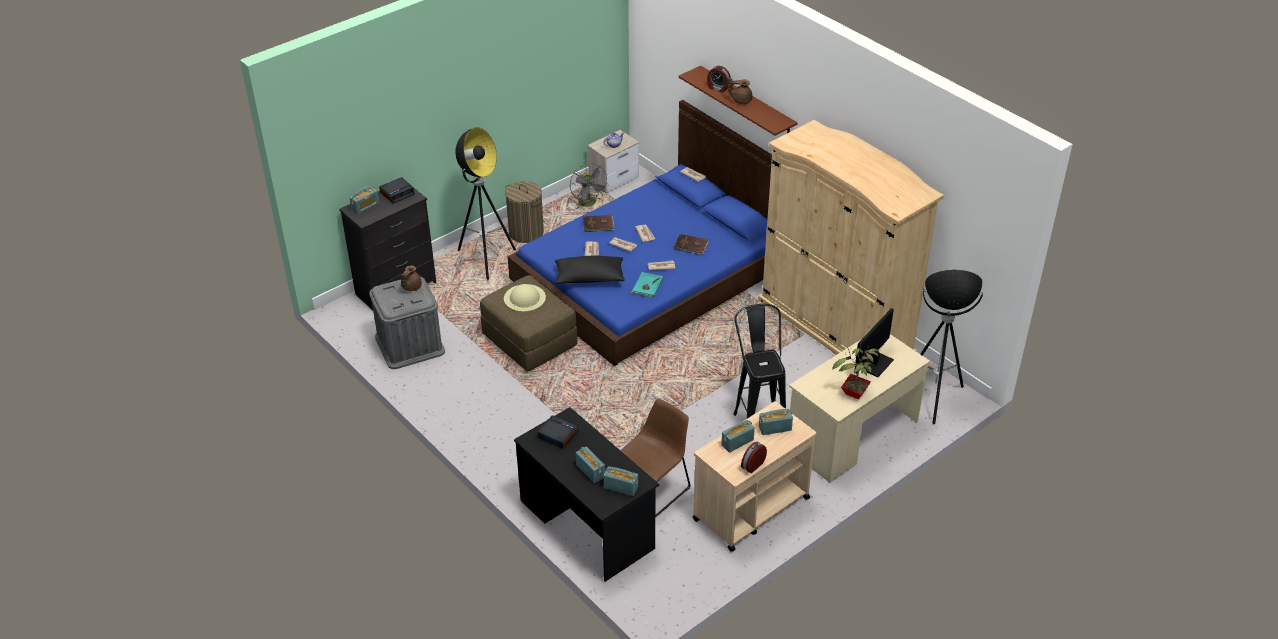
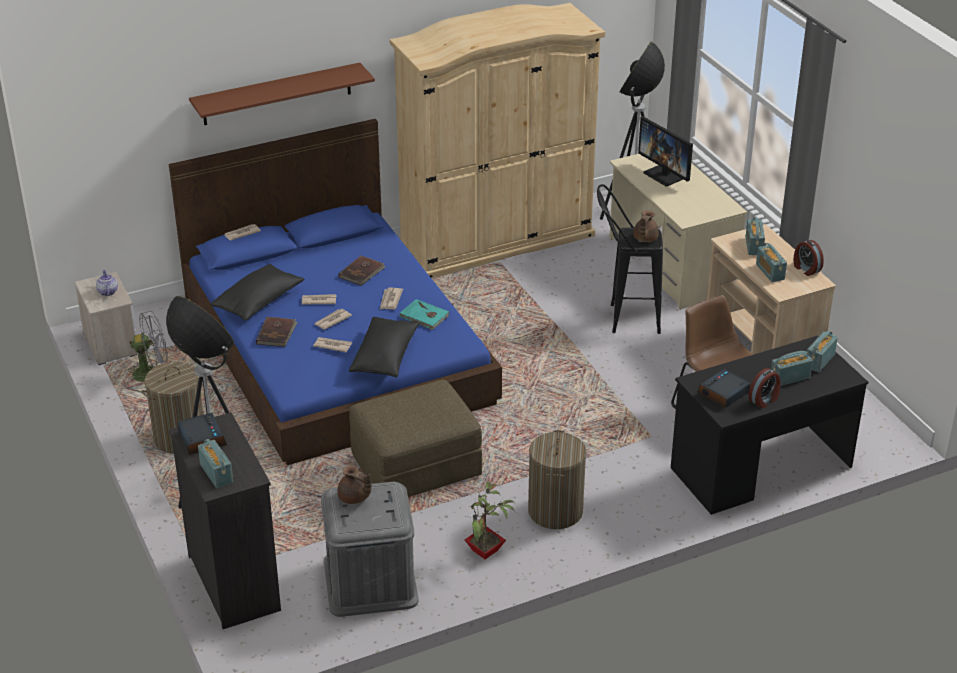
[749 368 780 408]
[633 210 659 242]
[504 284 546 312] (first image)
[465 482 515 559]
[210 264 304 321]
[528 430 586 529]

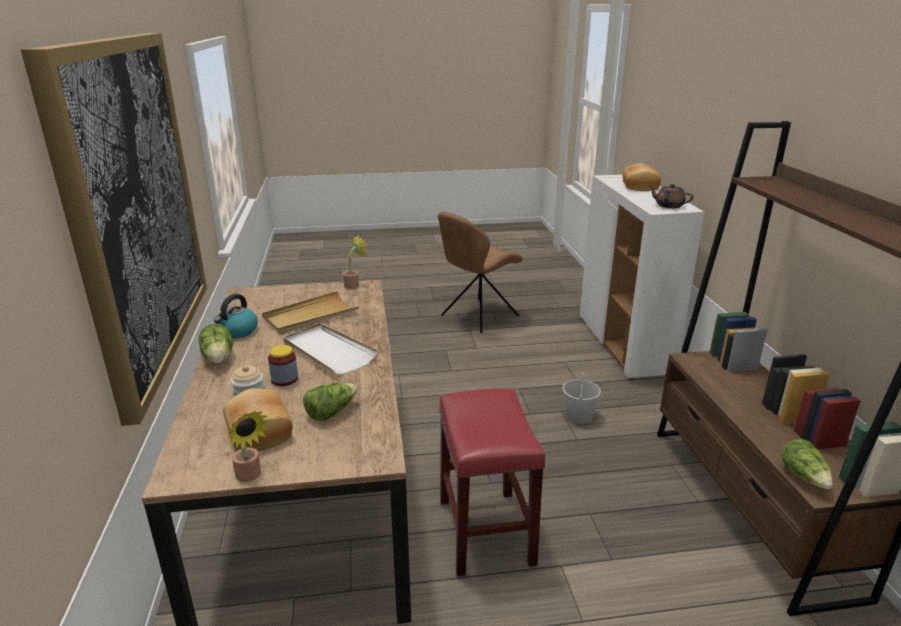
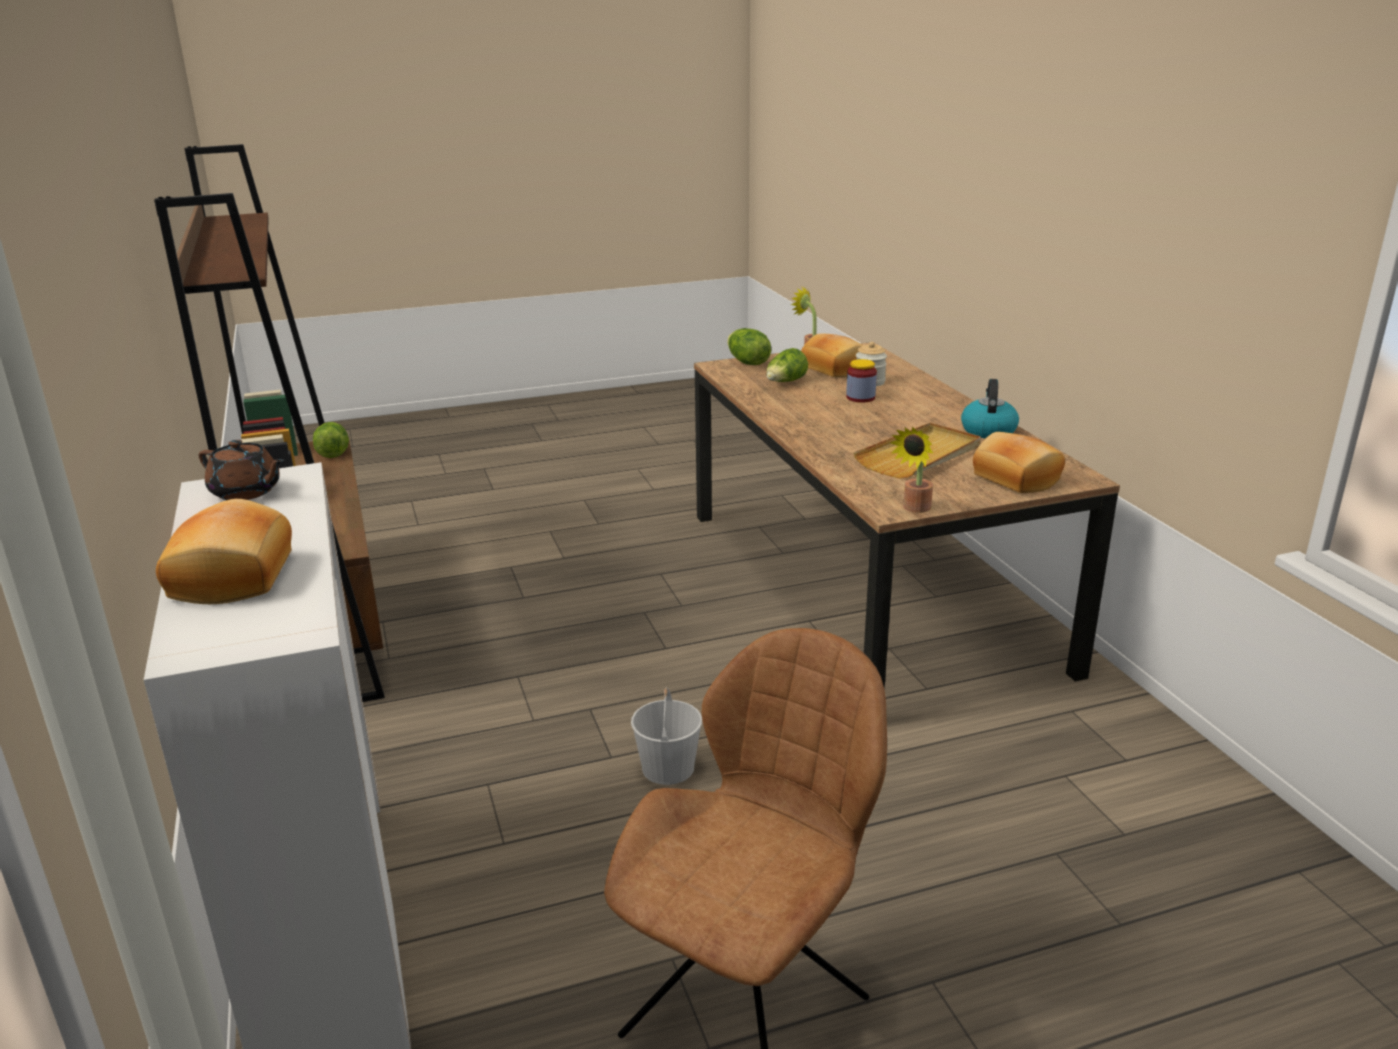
[21 33 207 426] (first image)
[283 323 379 374] (first image)
[727 328 771 365]
[631 687 702 785]
[439 388 545 577] (first image)
[973 432 1065 493]

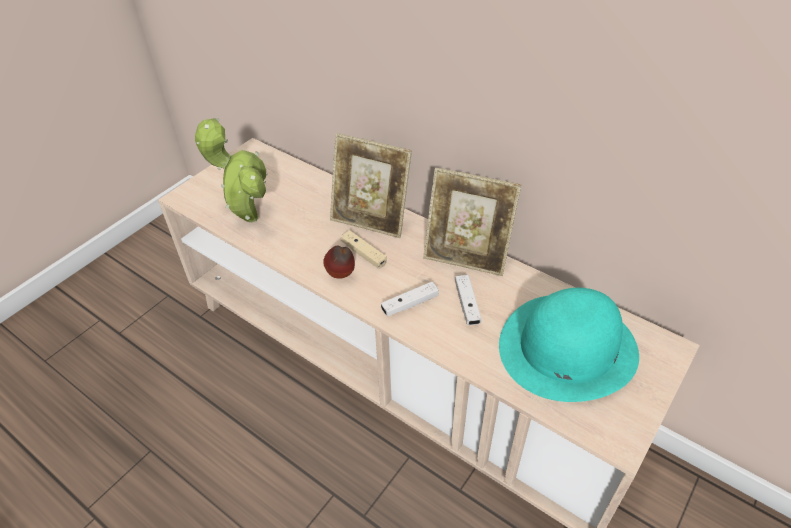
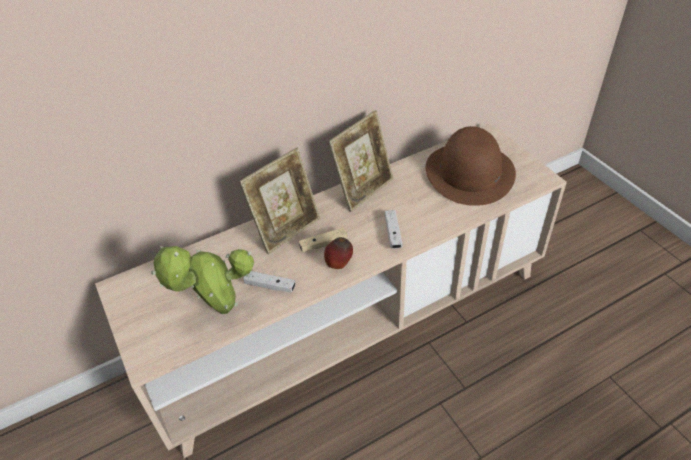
[243 271 296 293]
[426 126 516 206]

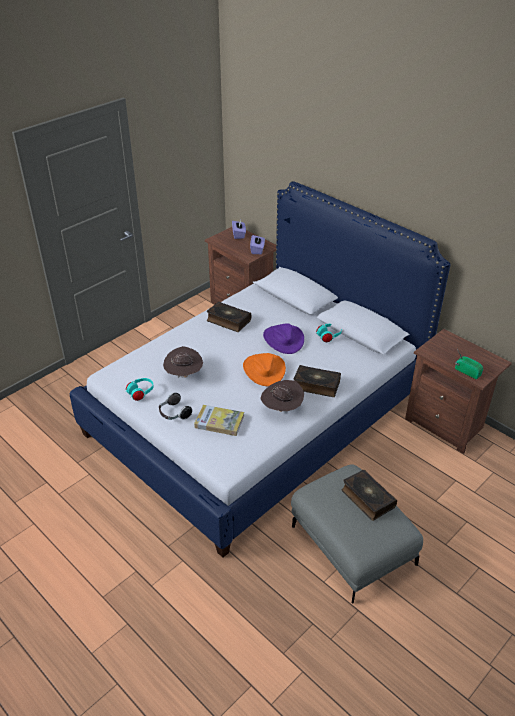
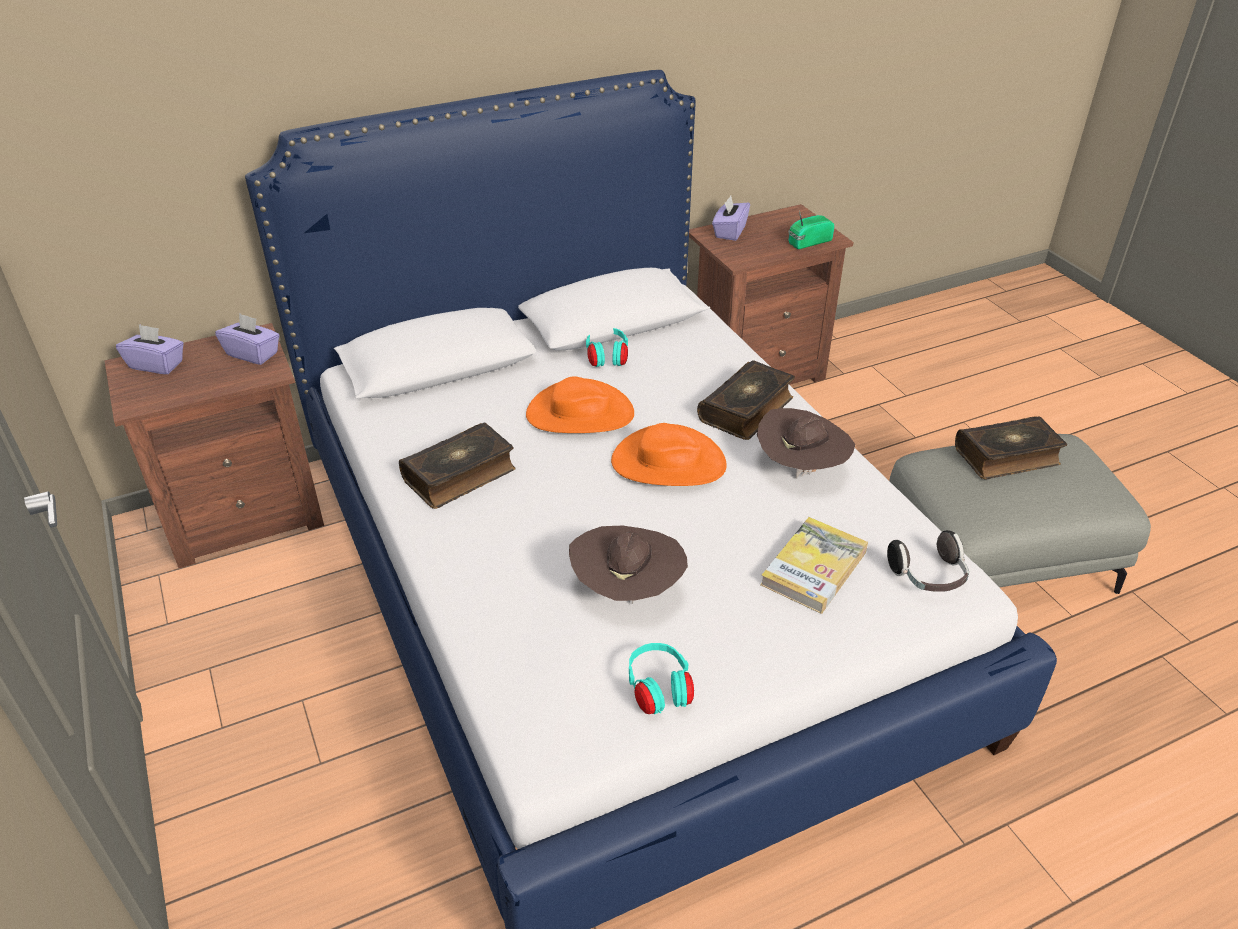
[526 376 634 433]
[887 530 969 592]
[712 196 750 241]

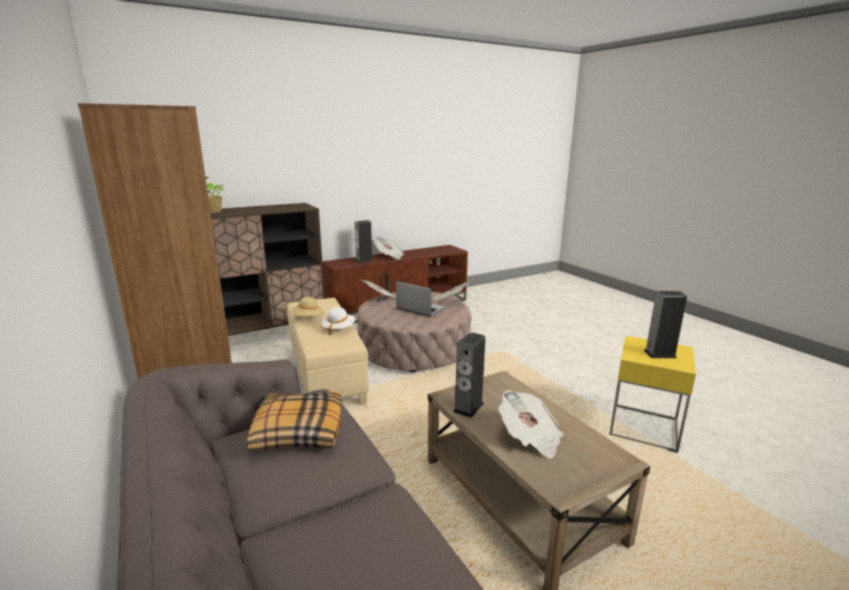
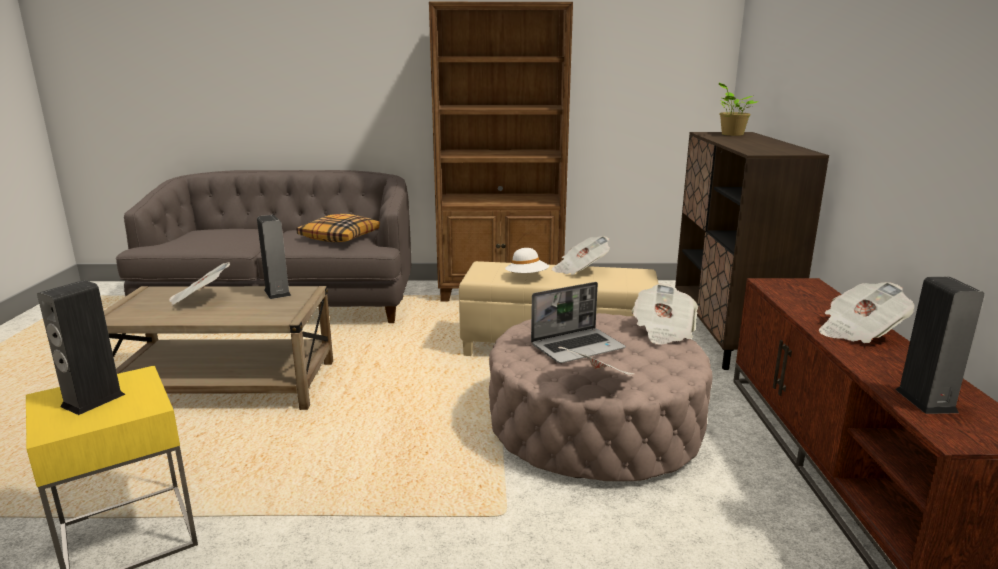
[895 276 984 414]
[552 236 610 275]

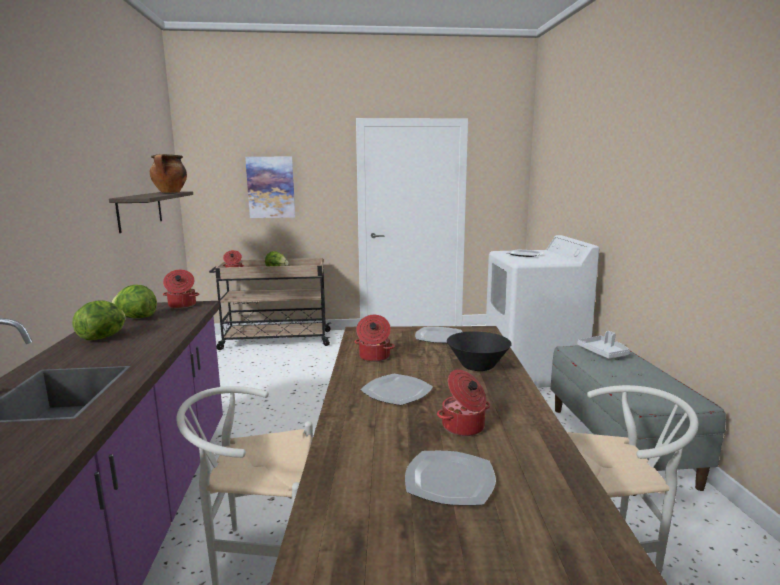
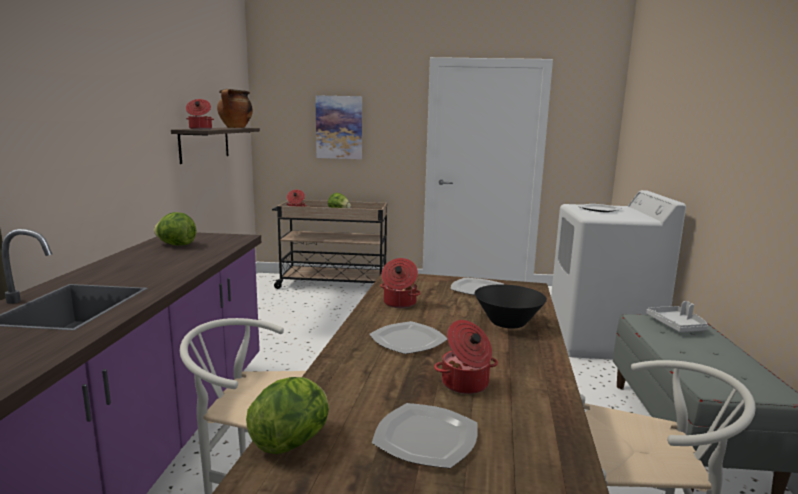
[186 99 214 129]
[246 377 329 454]

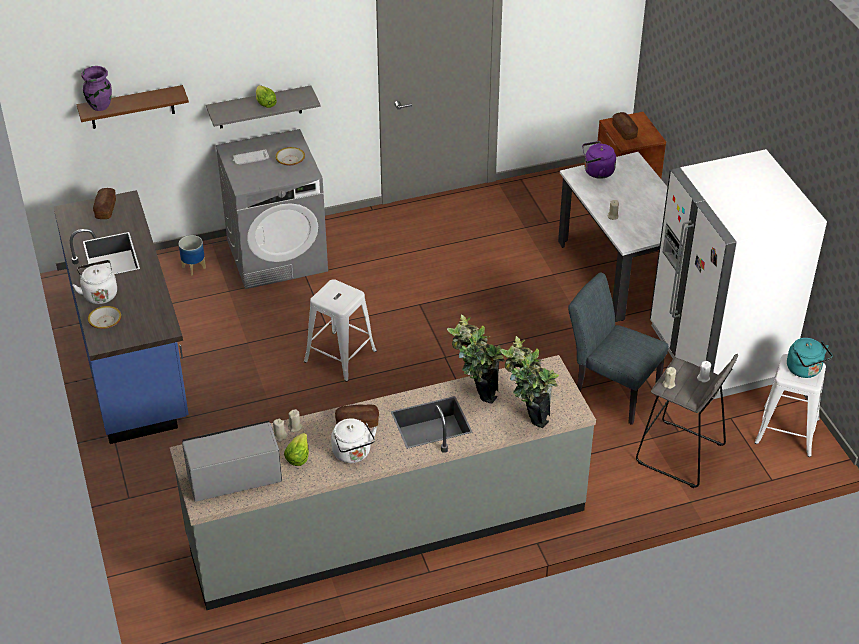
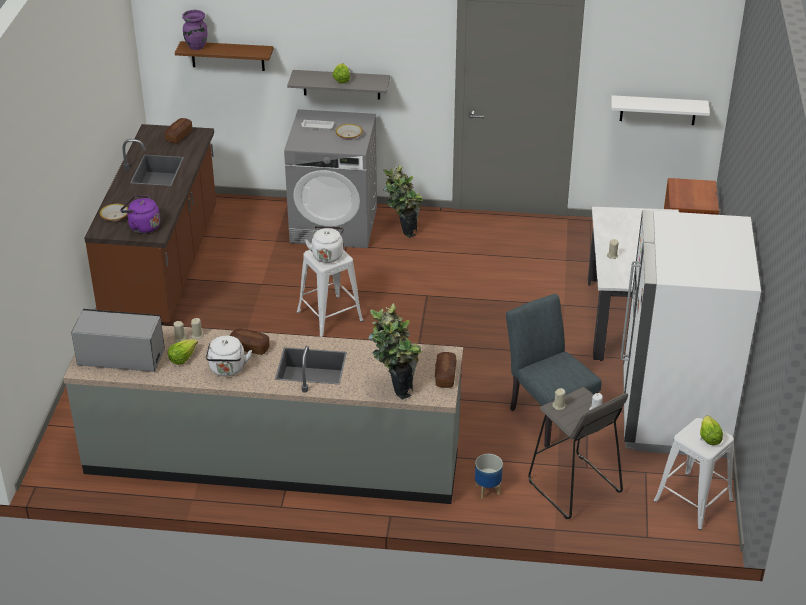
[435 352 456 388]
[120 195 160 233]
[84 124 216 325]
[475 454 503 499]
[305 226 344 263]
[383 165 423 238]
[700 415 723 445]
[611 95 710 125]

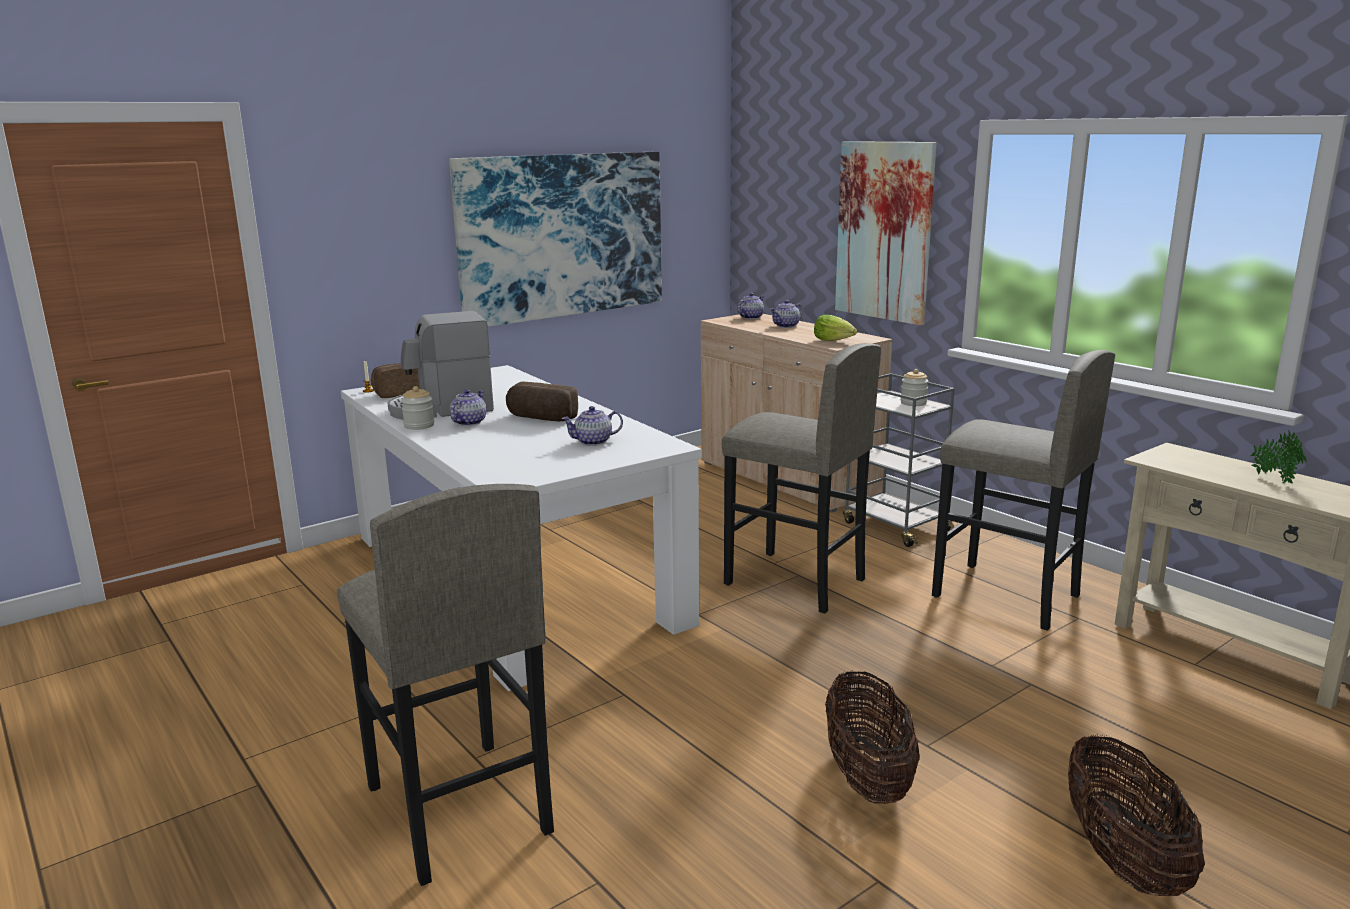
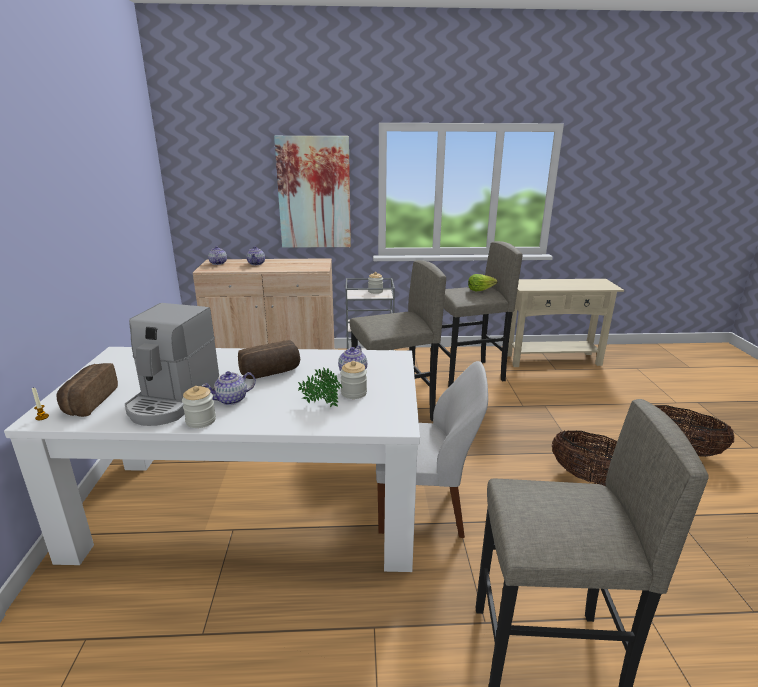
[449 152 662 327] (first image)
[468 274 497 291]
[202 371 256 405]
[298 367 342 407]
[340 361 367 399]
[376 361 488 538]

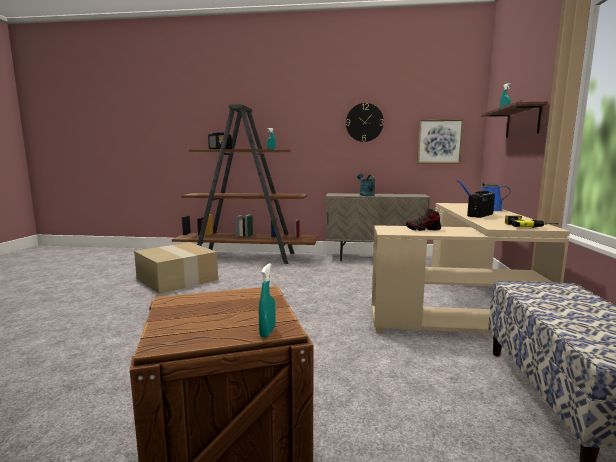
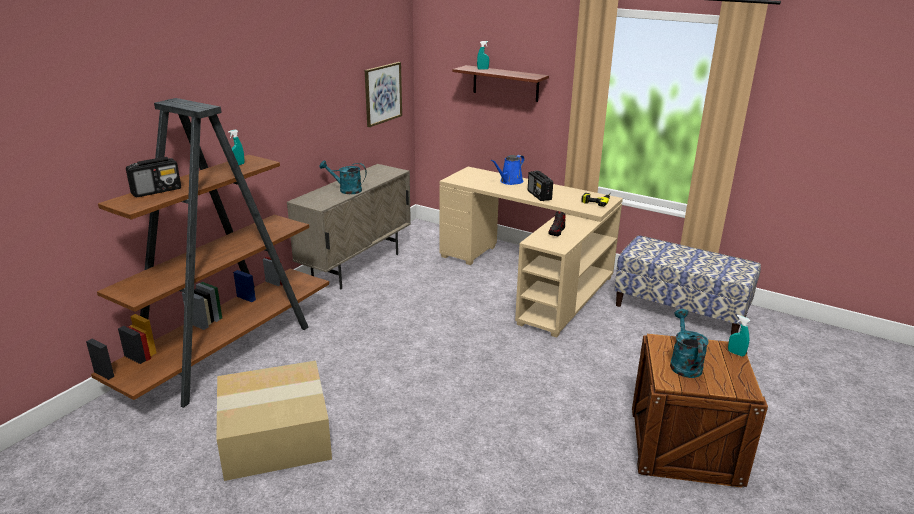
[346 103 384 142] (first image)
[670 309 709 378]

